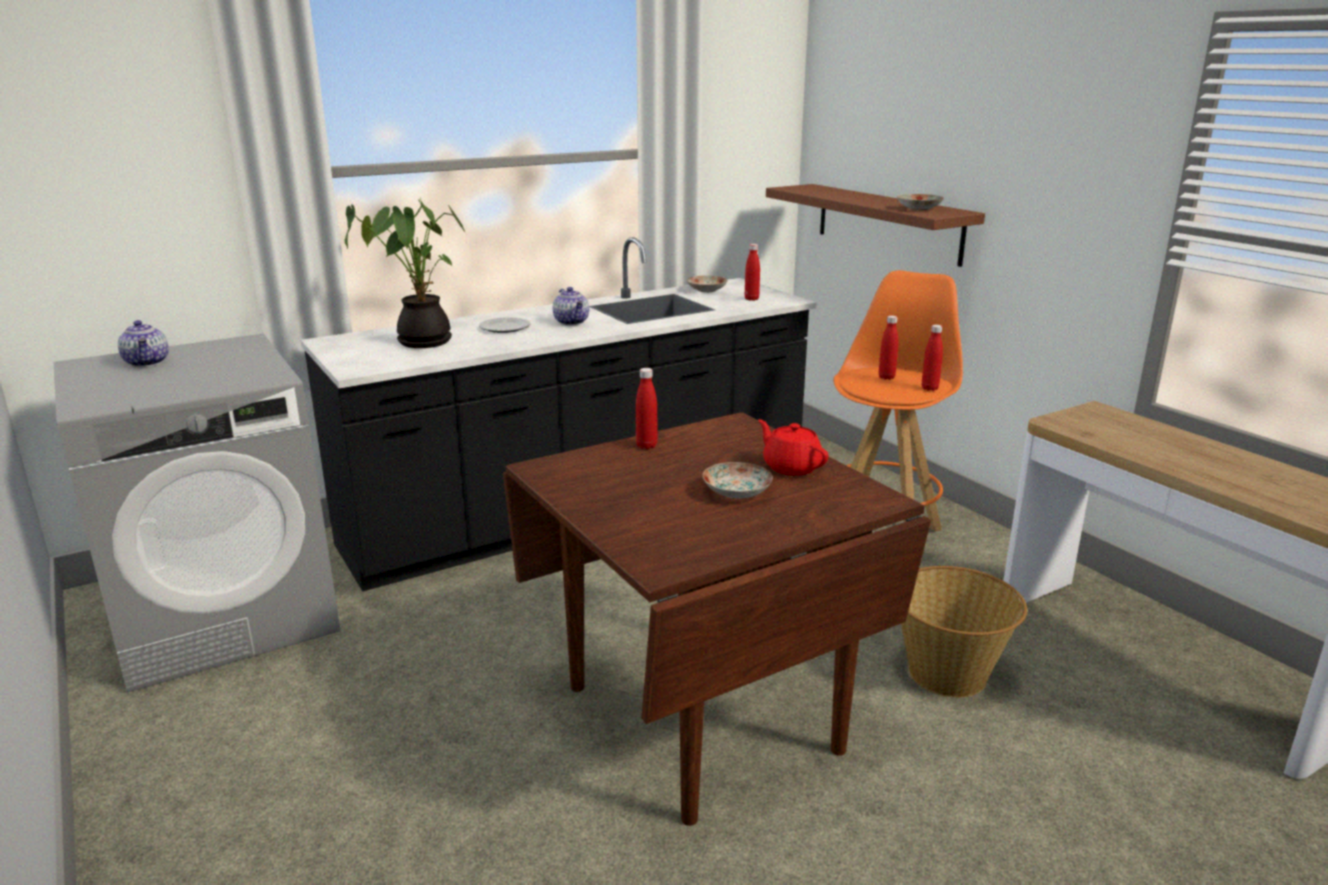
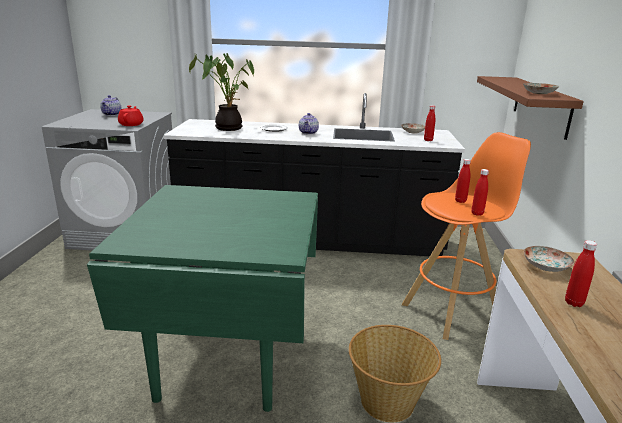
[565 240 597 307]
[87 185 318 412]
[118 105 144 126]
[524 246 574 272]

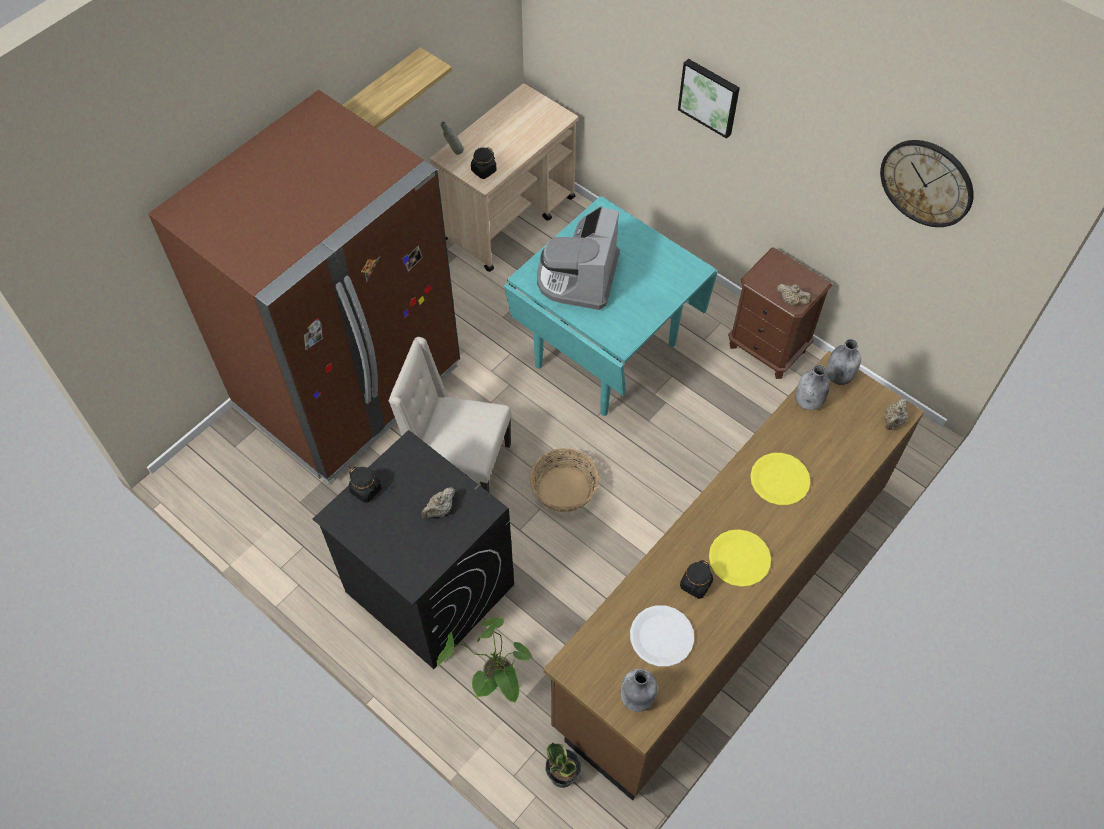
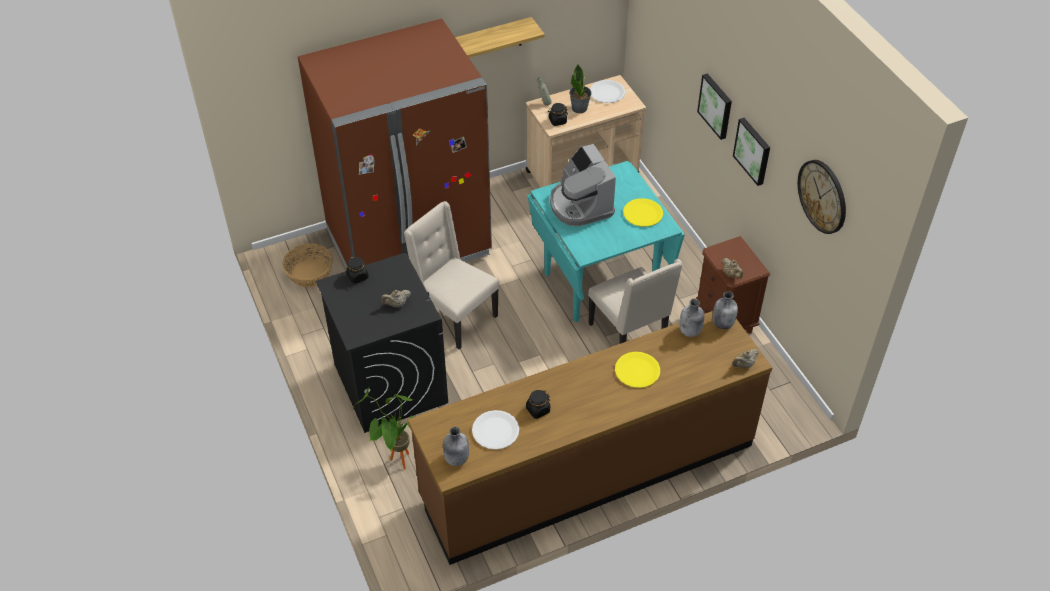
[550 144 616 226]
[282 244 333 287]
[623 198 663 227]
[569 64 592 113]
[590 80 625 103]
[733 118 770 186]
[588 259 683 344]

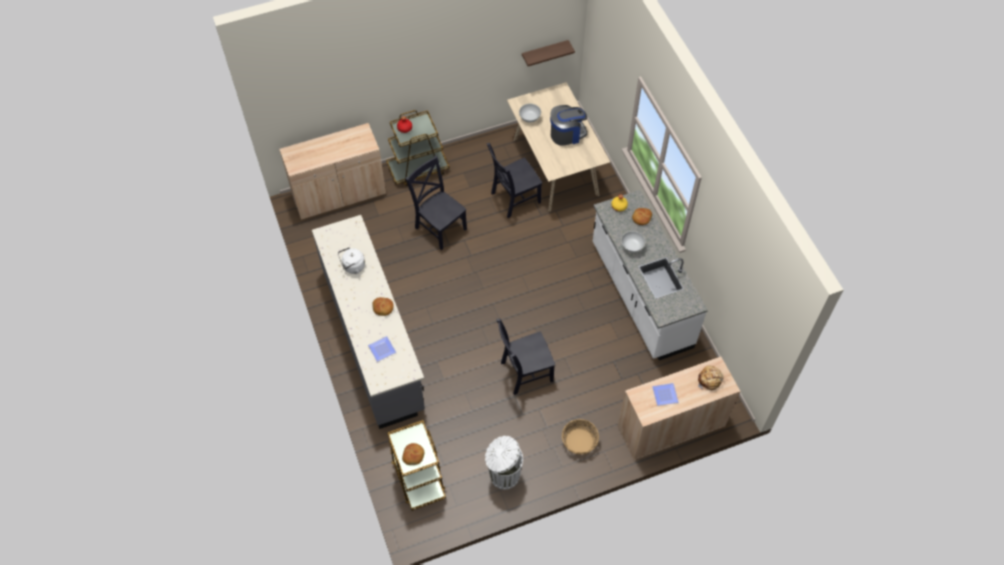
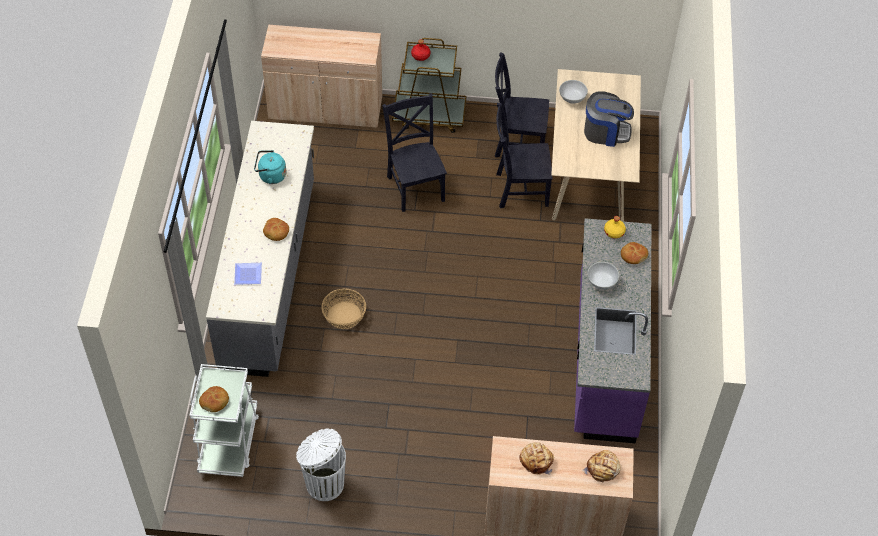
[522 40 575 66] (first image)
[574 218 651 443]
[254 150 286 184]
[495 52 549 157]
[519 442 554 475]
[321 288 366 329]
[189 364 259 477]

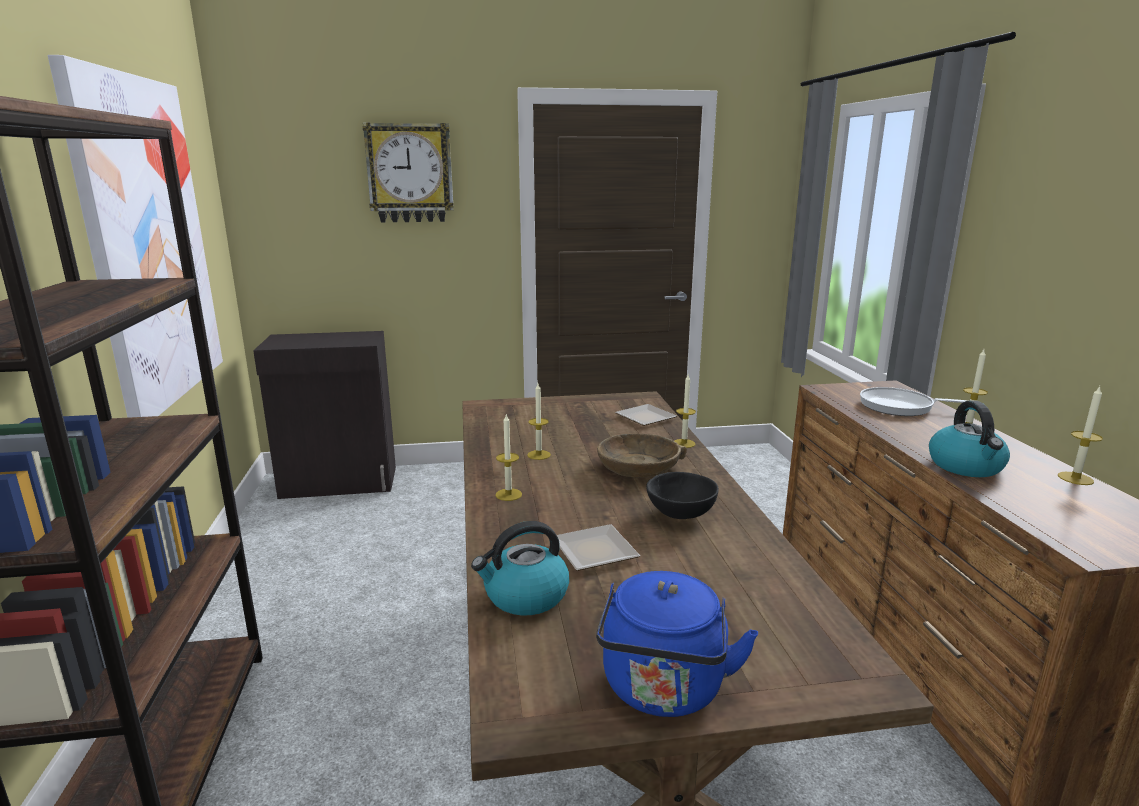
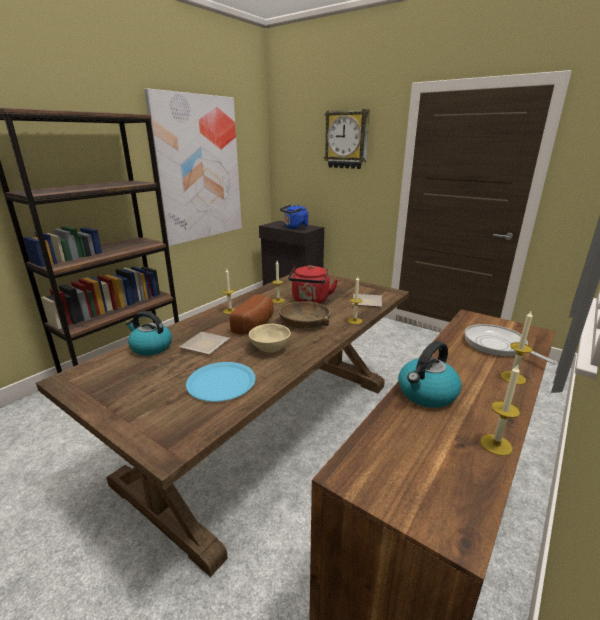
[249 324 291 353]
[280 204 308 229]
[288 265 338 304]
[230 294 274 334]
[186 362 256 402]

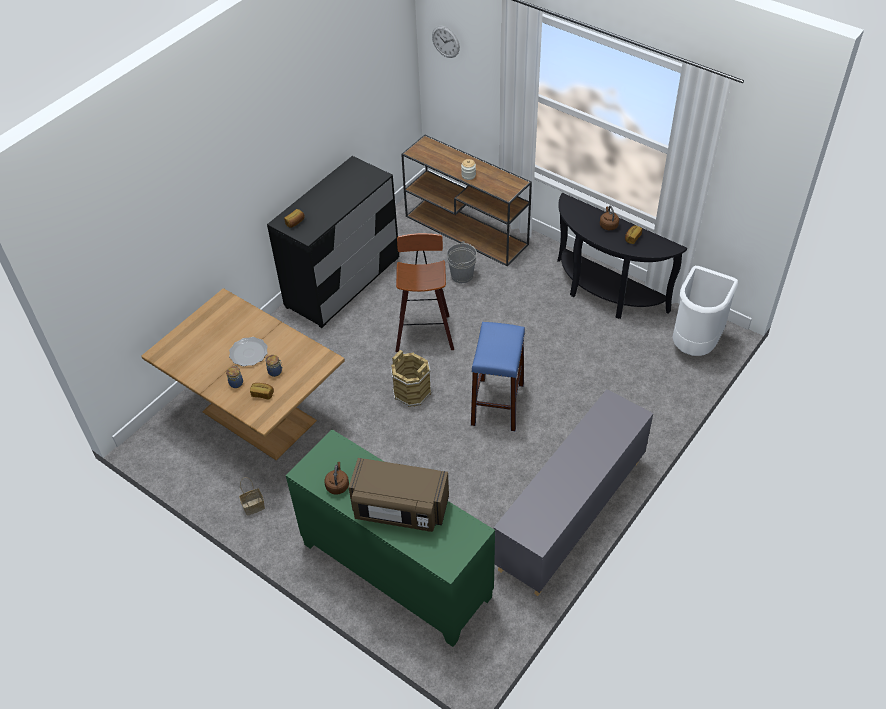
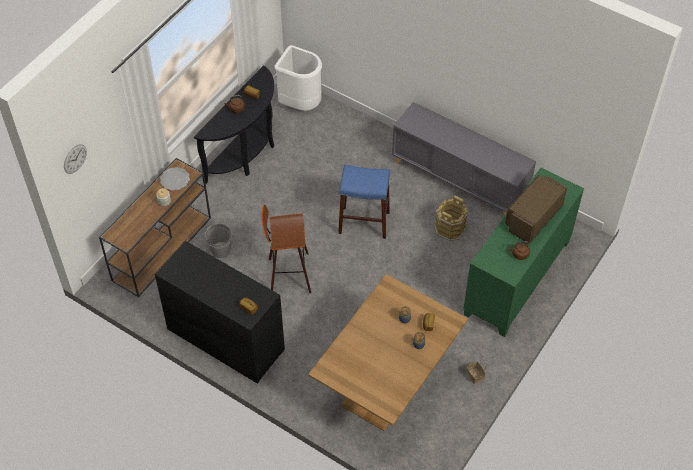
[160 167 190 191]
[434 196 468 241]
[505 175 567 244]

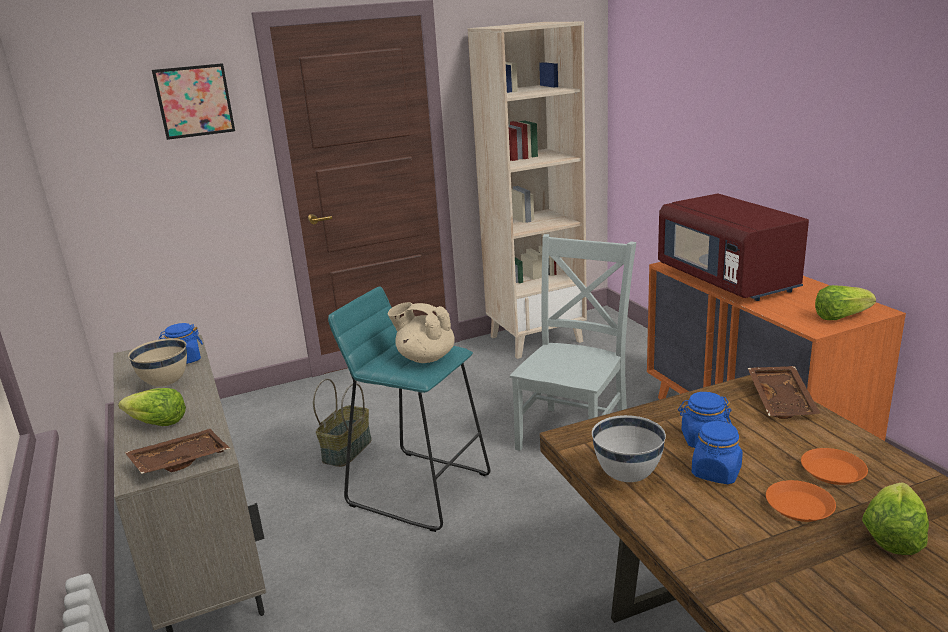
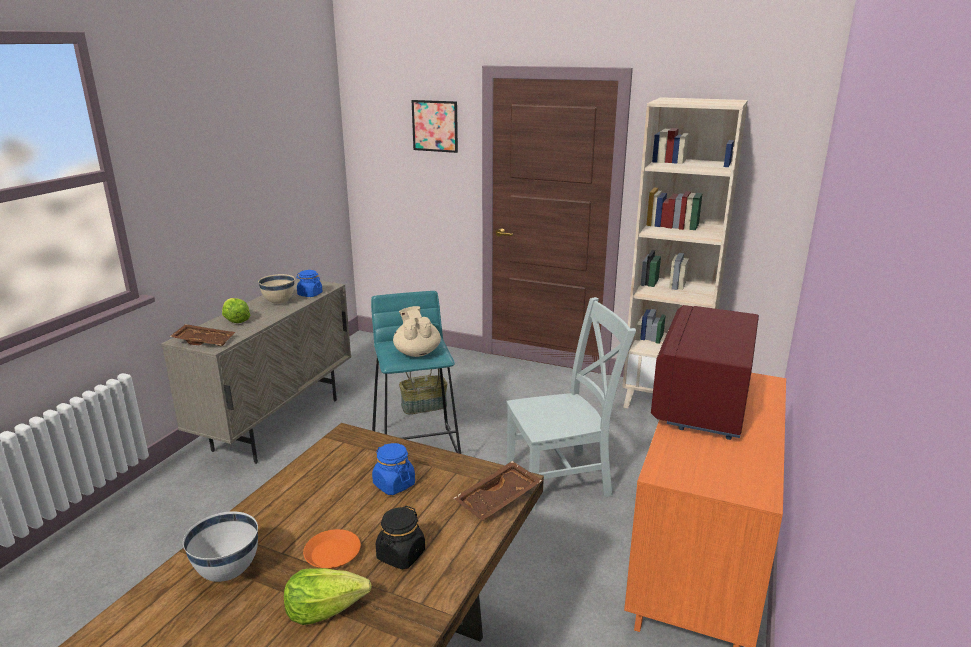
[815 285 876 320] (first image)
[183 511 258 582]
[692 420 743 484] (first image)
[376 506 425 570]

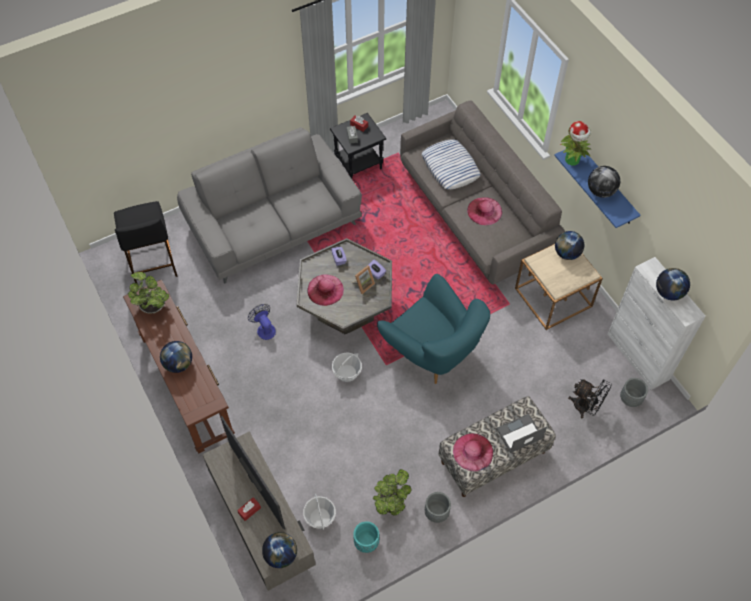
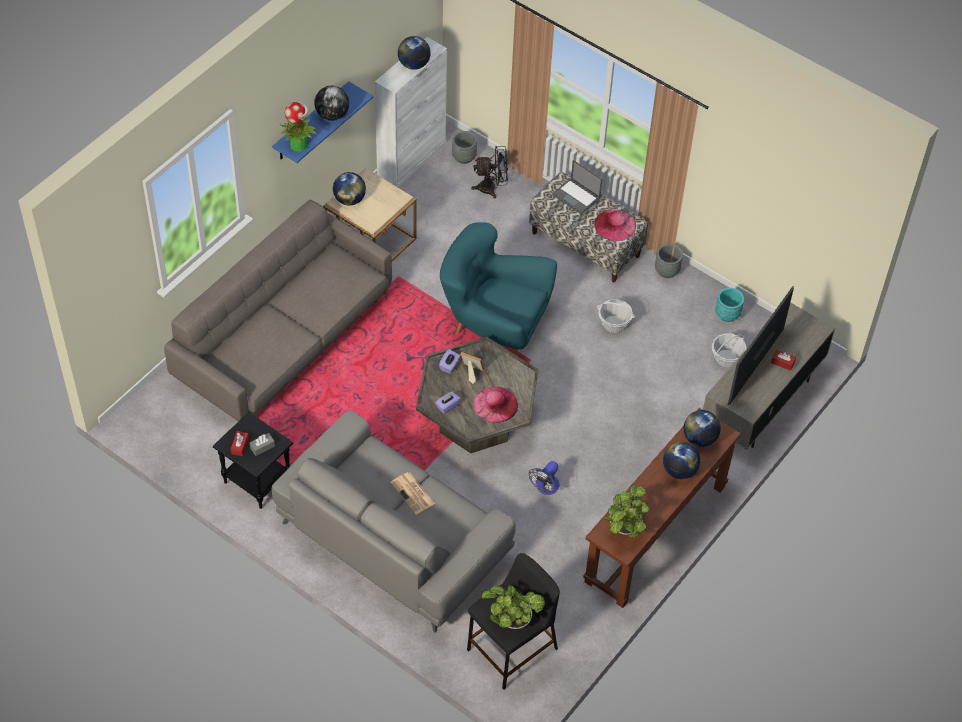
[422 139 481 189] (first image)
[467 197 502 225] (first image)
[440 222 557 356]
[597 299 635 333]
[471 146 508 198]
[482 585 545 629]
[684 410 721 447]
[390 472 435 514]

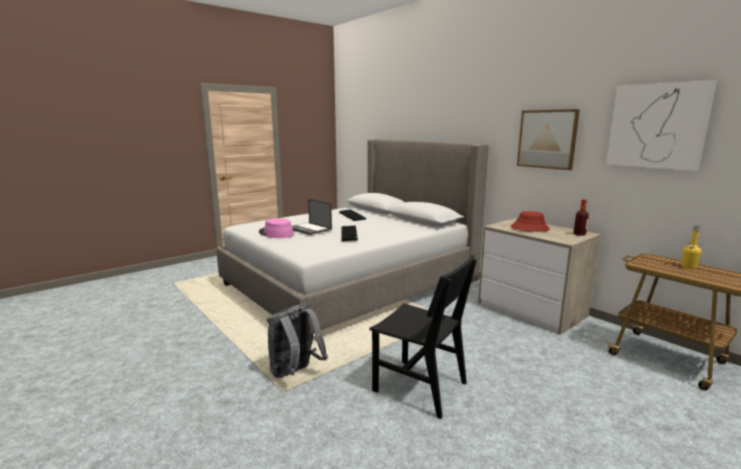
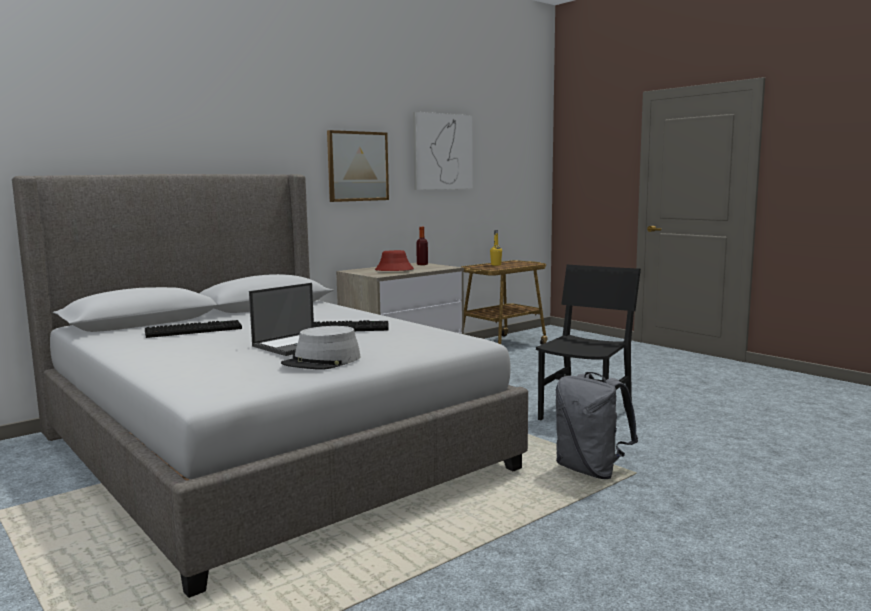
[281 326 361 370]

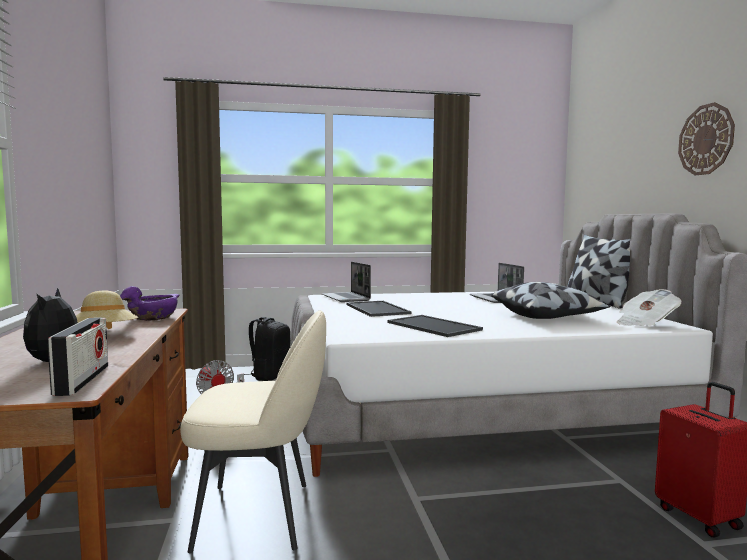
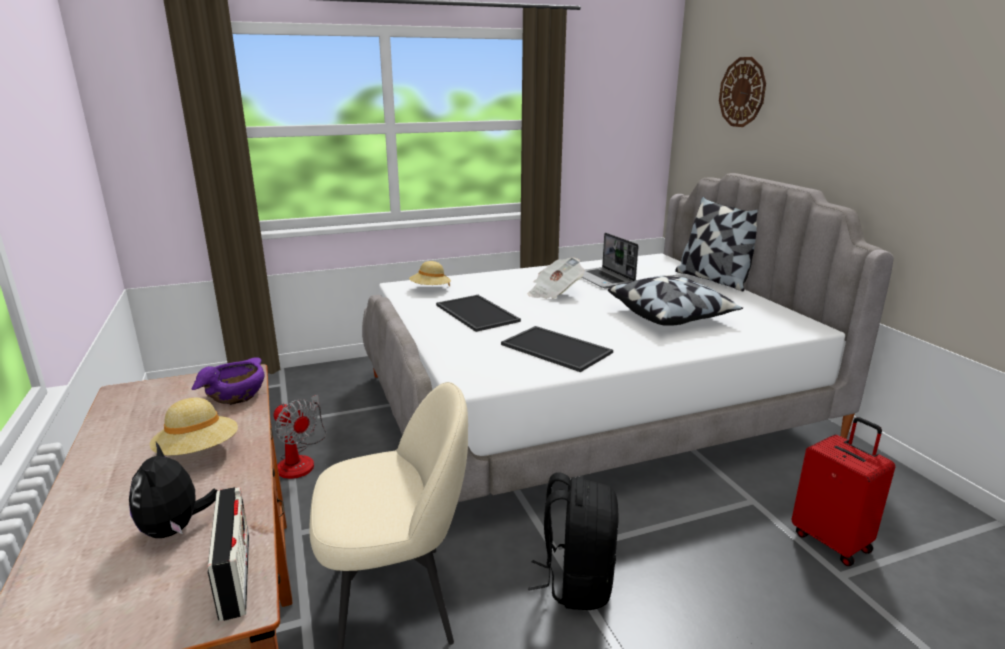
[719 57 766 127]
[409 261 451 286]
[528 258 585 299]
[528 473 619 610]

